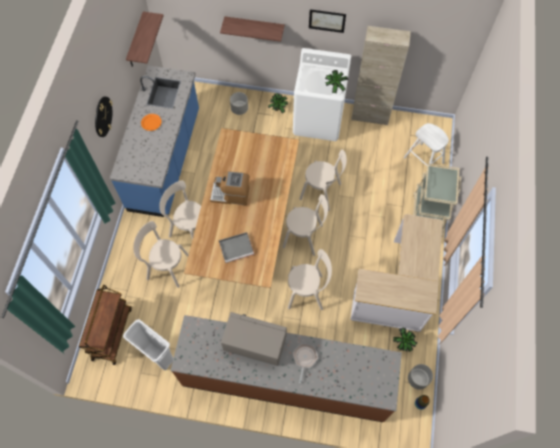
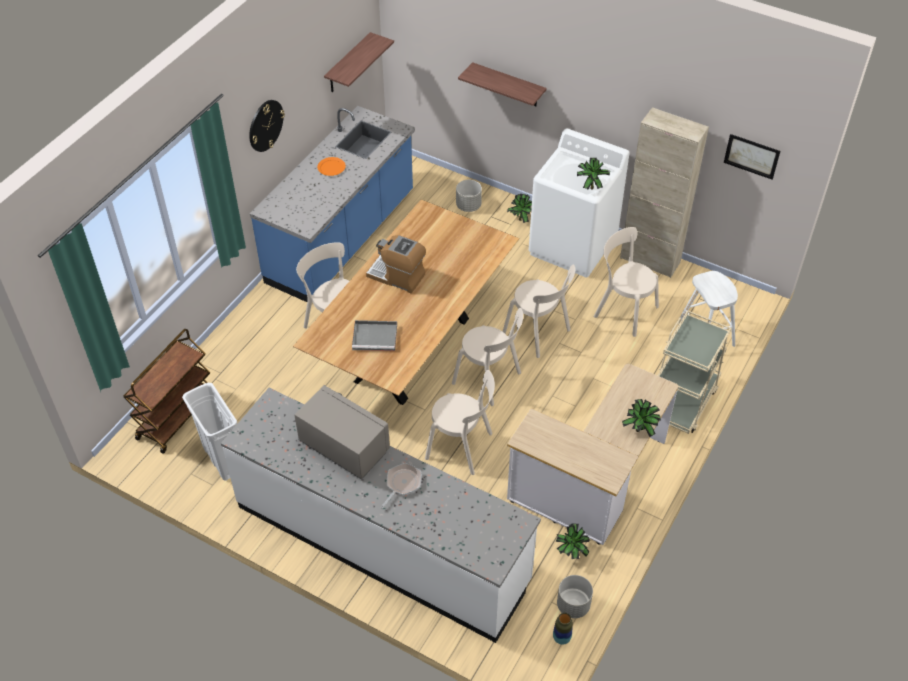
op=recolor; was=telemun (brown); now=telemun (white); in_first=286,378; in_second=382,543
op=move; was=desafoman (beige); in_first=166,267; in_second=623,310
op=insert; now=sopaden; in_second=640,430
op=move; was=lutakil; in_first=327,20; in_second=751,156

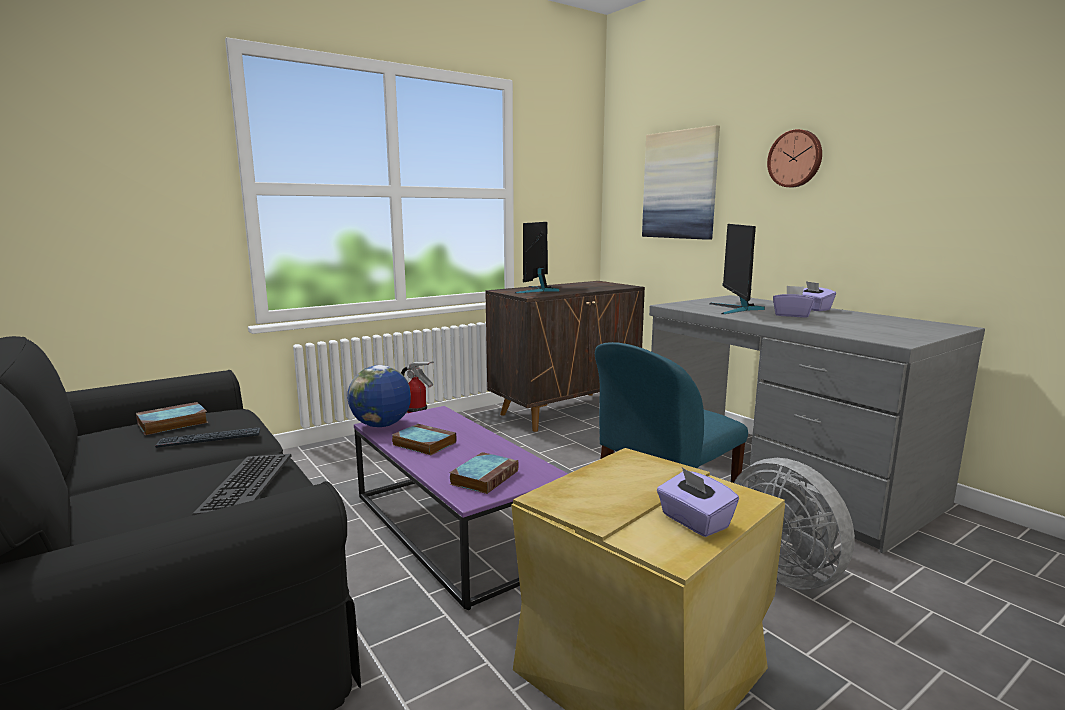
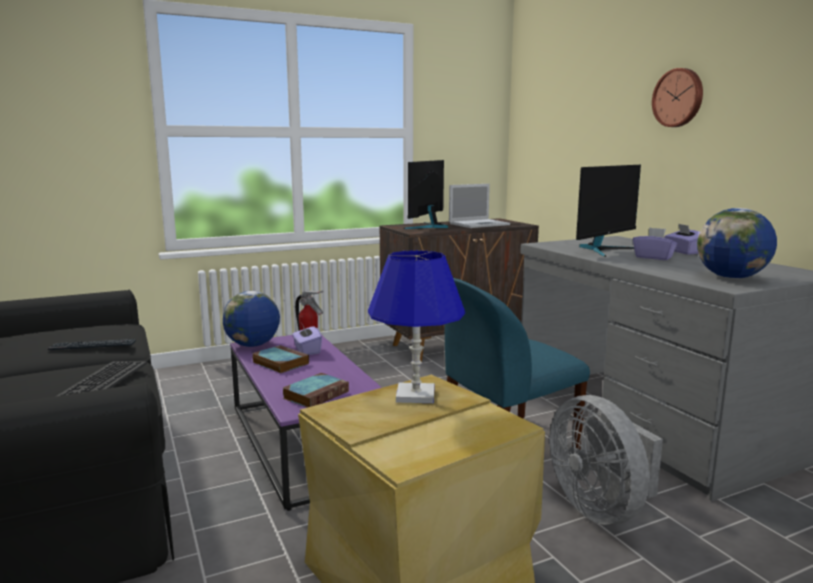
op=move; was=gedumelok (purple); in_first=694,521; in_second=307,350
op=insert; now=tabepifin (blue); in_second=415,395
op=insert; now=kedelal; in_second=479,224
op=rotate; was=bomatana; in_first=736,309; in_second=603,250; clockwise=-150
op=insert; now=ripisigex; in_second=731,278
op=delete; was=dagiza; in_first=171,423
op=delete; was=lutakil; in_first=680,185

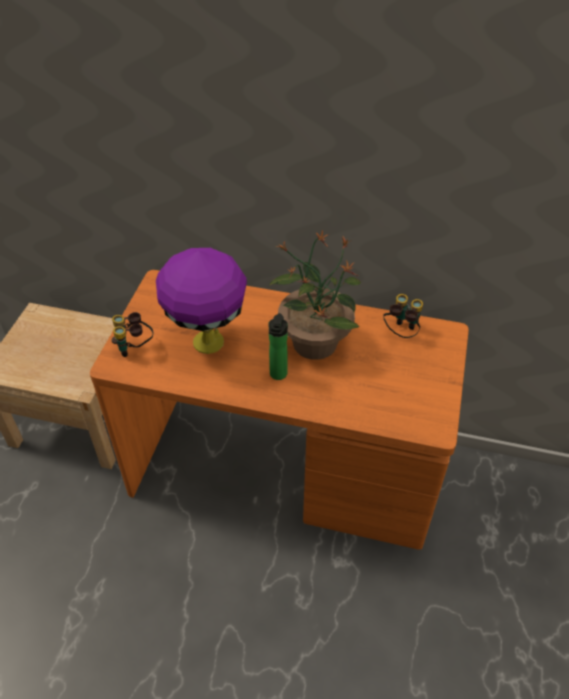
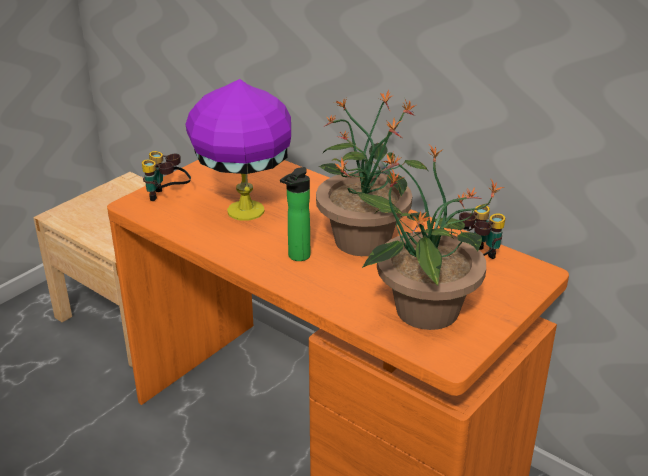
op=insert; now=sopaden; in_second=425,311

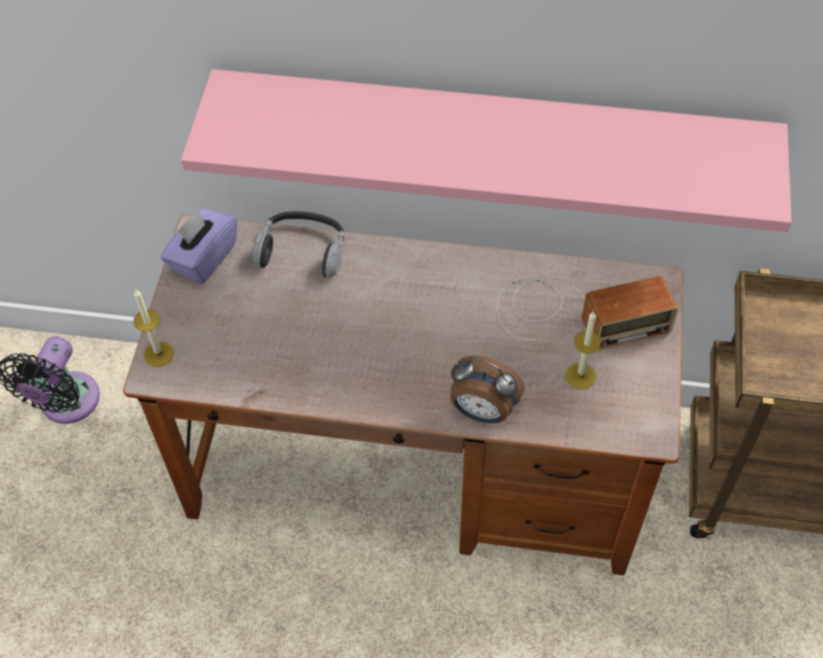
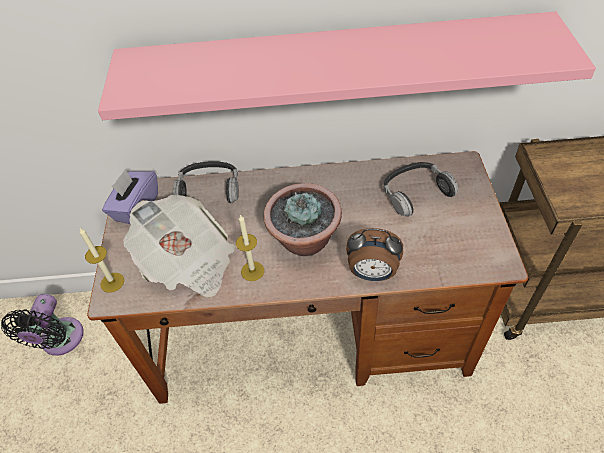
op=insert; now=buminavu; in_second=187,262
op=move; was=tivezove; in_first=580,376; in_second=252,271
op=insert; now=sopaden; in_second=304,241
op=replace; was=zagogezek; now=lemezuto; in_first=575,313; in_second=416,193

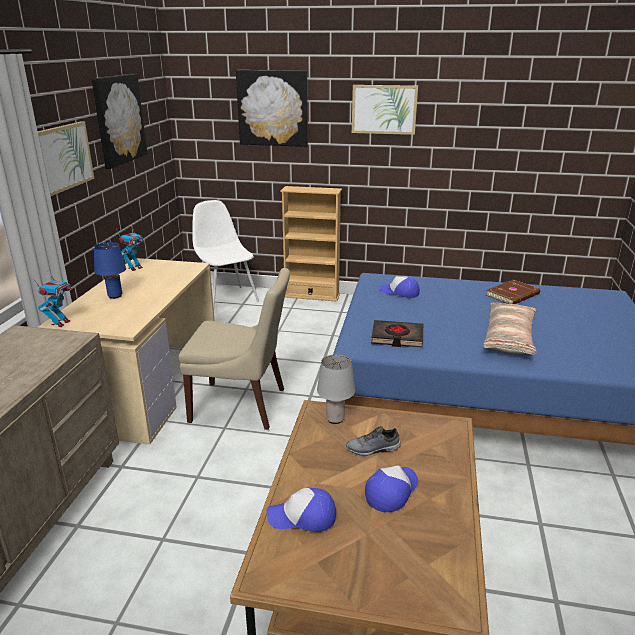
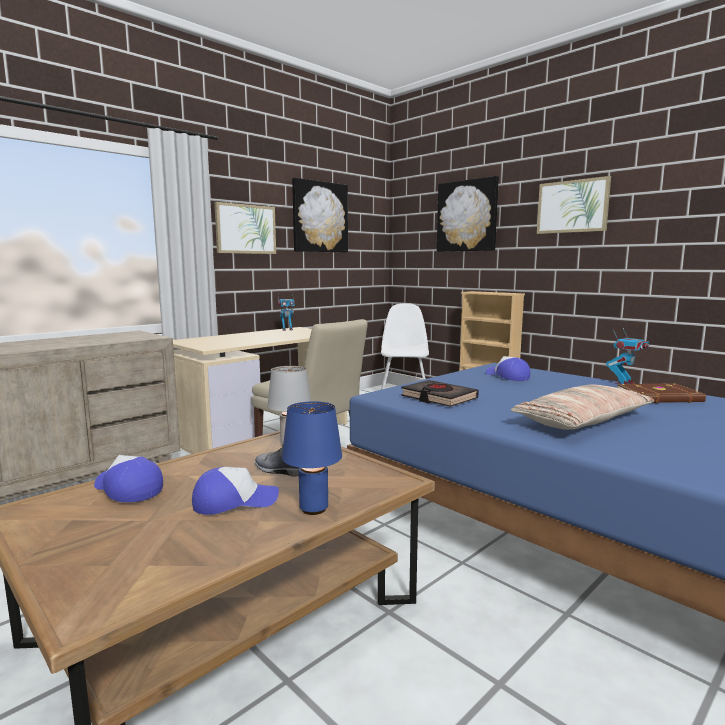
op=move; was=tabepifin (blue); in_first=115,296; in_second=313,509
op=move; was=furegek; in_first=60,323; in_second=624,383

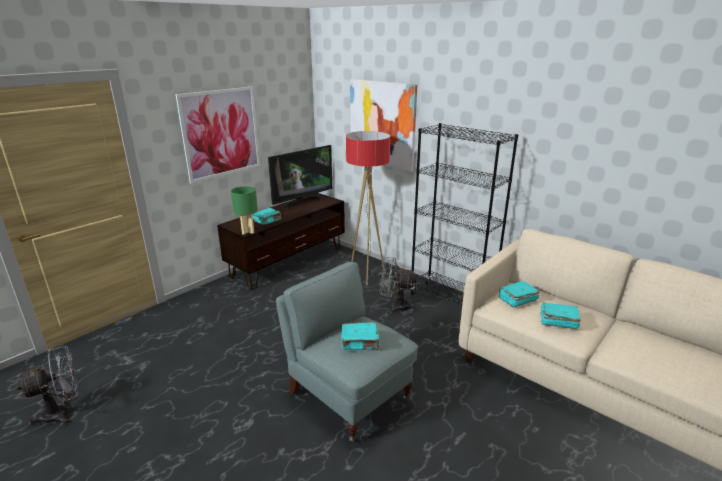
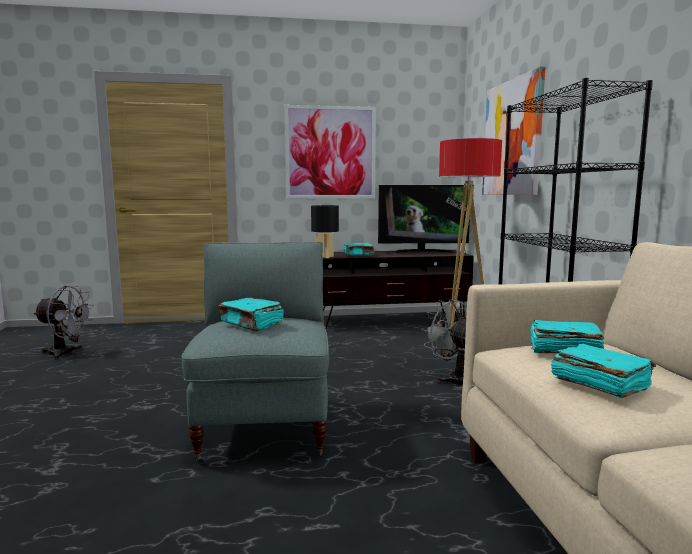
op=recolor; was=tabepifin (green); now=tabepifin (black); in_first=247,232; in_second=324,257

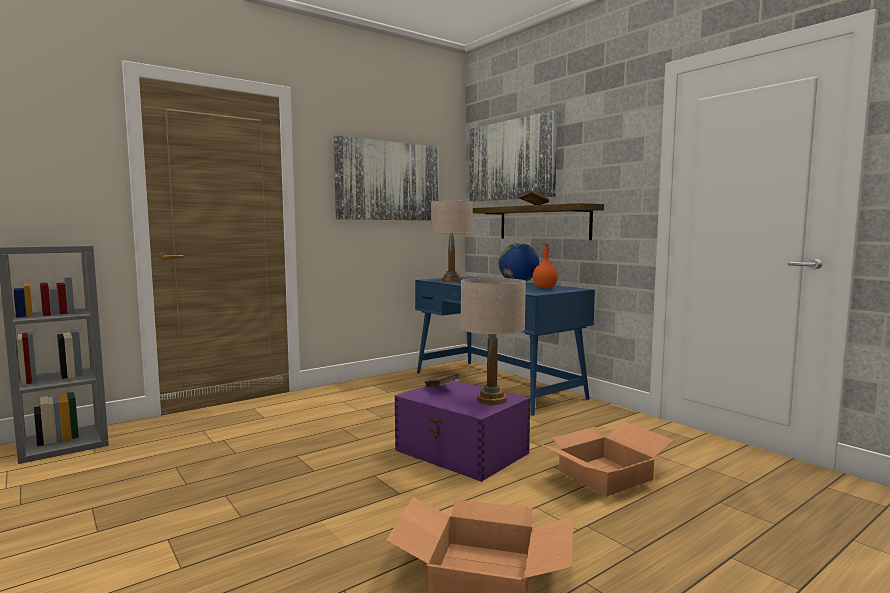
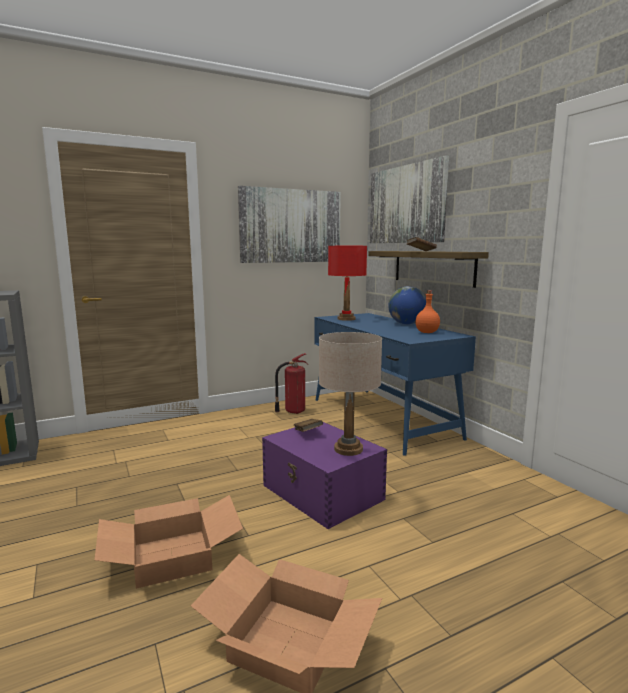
op=move; was=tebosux; in_first=605,476; in_second=171,558
op=insert; now=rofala; in_second=293,411
op=recolor; was=tabepifin (beige); now=tabepifin (red); in_first=451,280; in_second=346,319

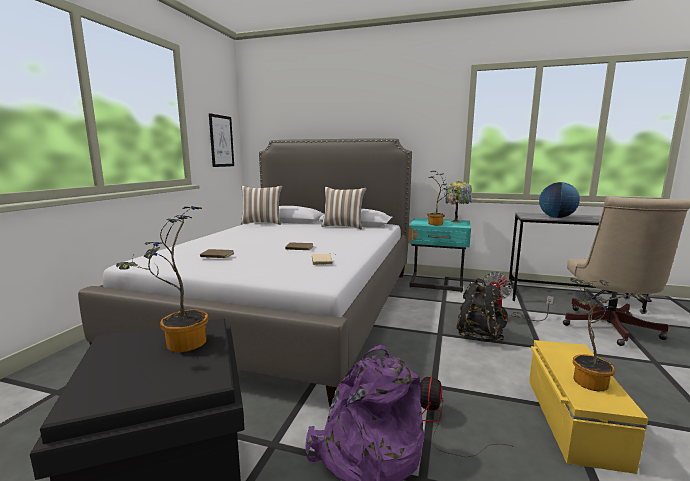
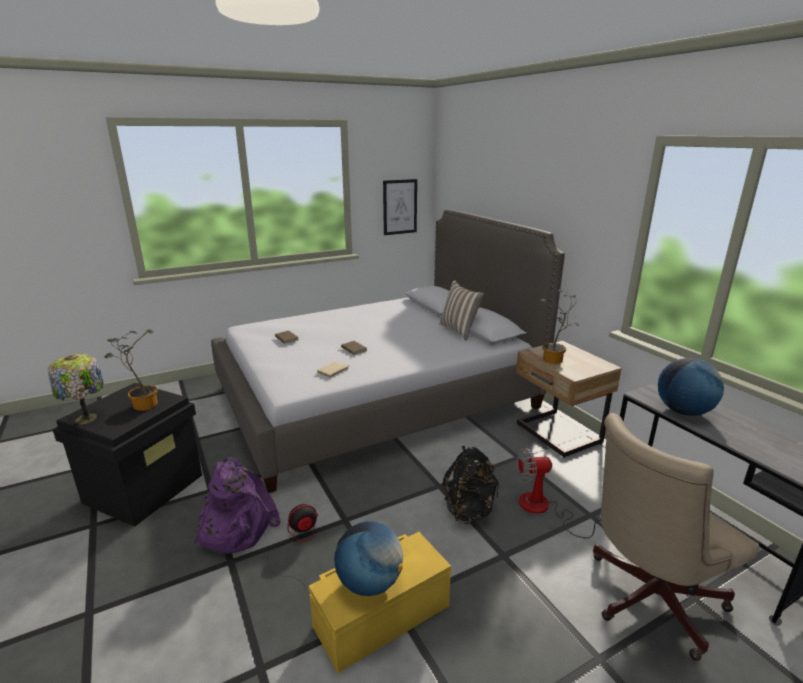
op=move; was=tabepifin; in_first=456,221; in_second=87,419
op=replace; was=sopaden; now=ripisigex; in_first=589,380; in_second=369,583
op=recolor; was=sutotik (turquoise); now=sutotik (beige); in_first=437,284; in_second=557,434
op=delete; was=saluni; in_first=262,223

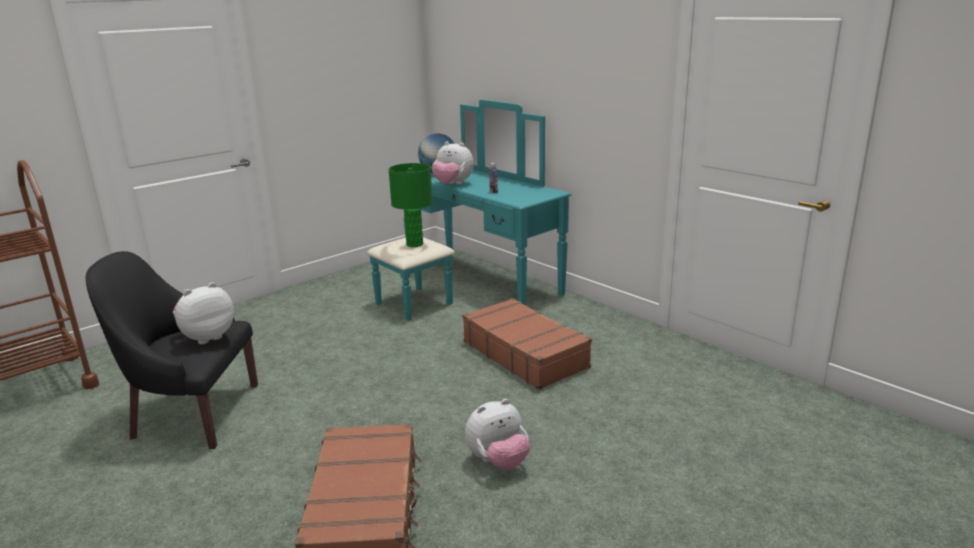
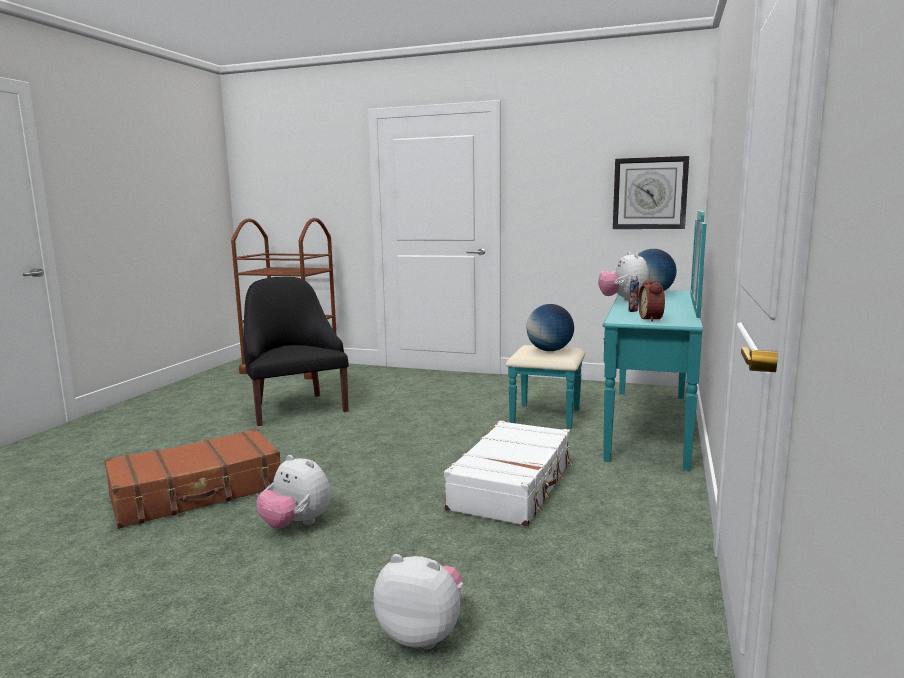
op=move; was=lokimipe; in_first=207,337; in_second=422,633
op=recolor; was=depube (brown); now=depube (white); in_first=525,354; in_second=513,486
op=replace; was=tabepifin (green); now=ripisigex; in_first=414,244; in_second=549,350
op=insert; now=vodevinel; in_second=649,193
op=insert; now=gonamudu; in_second=652,319

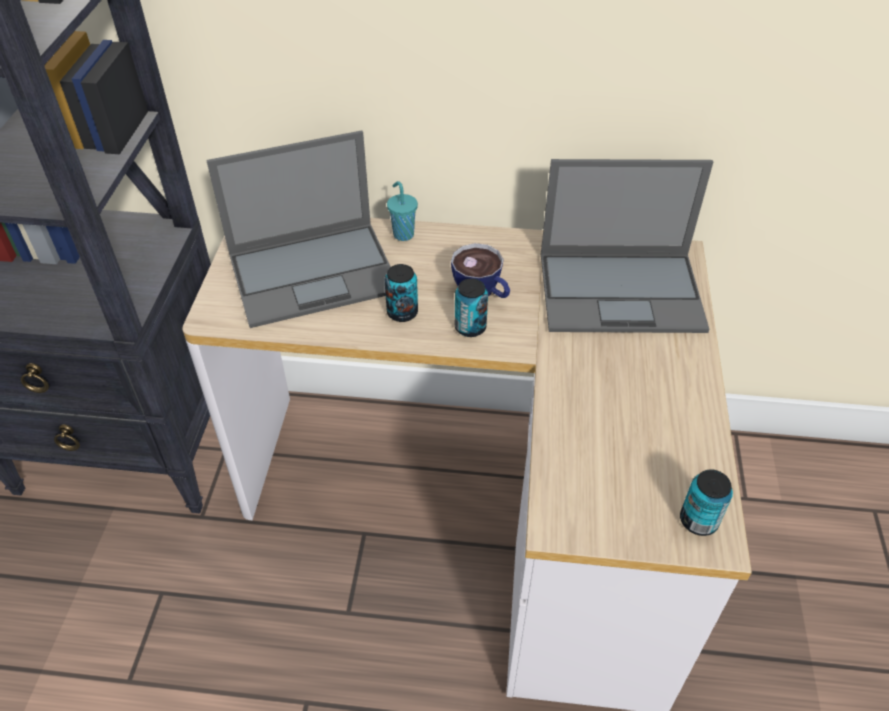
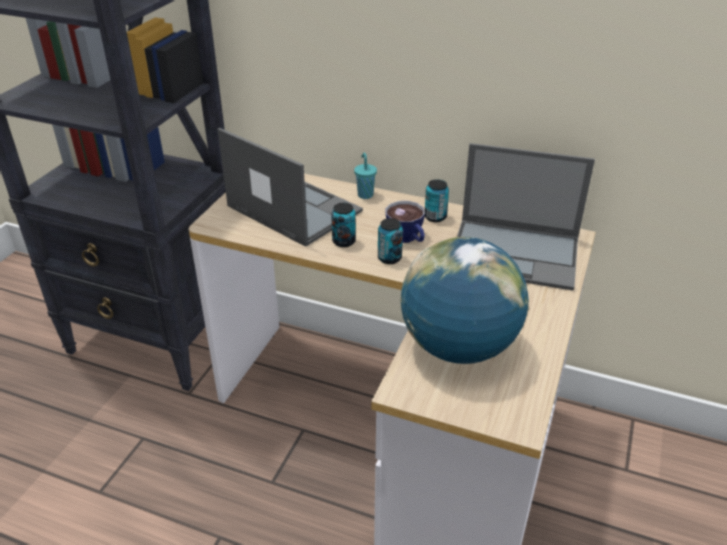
op=rotate; was=kedelal; in_first=315,272; in_second=292,208; clockwise=-135
op=insert; now=ripisigex; in_second=458,347
op=move; was=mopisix; in_first=698,520; in_second=435,217

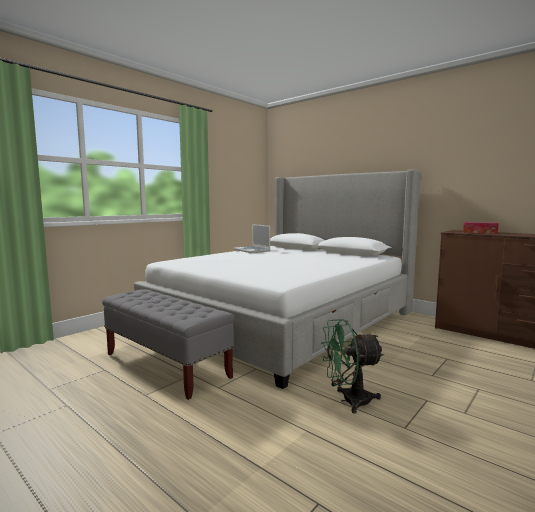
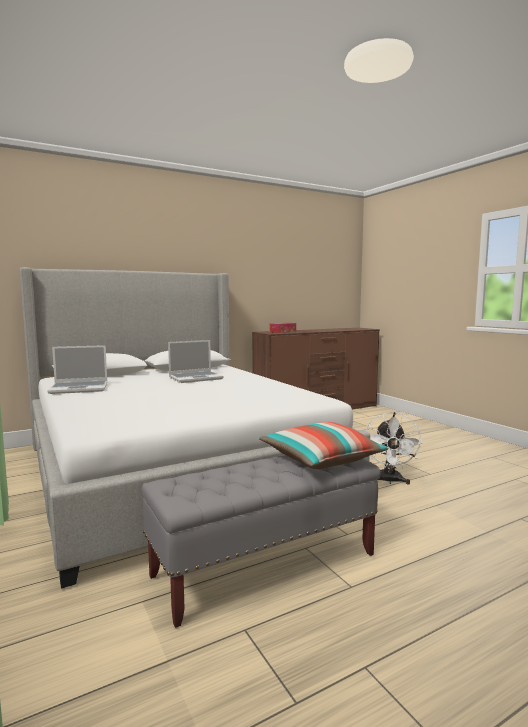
op=insert; now=kedelal; in_second=196,378
op=insert; now=saluni; in_second=321,459
op=recolor; was=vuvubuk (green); now=vuvubuk (white); in_first=349,401; in_second=389,481

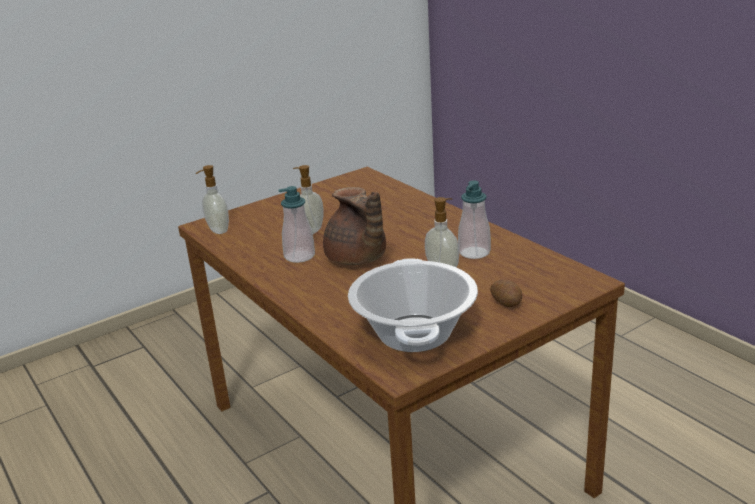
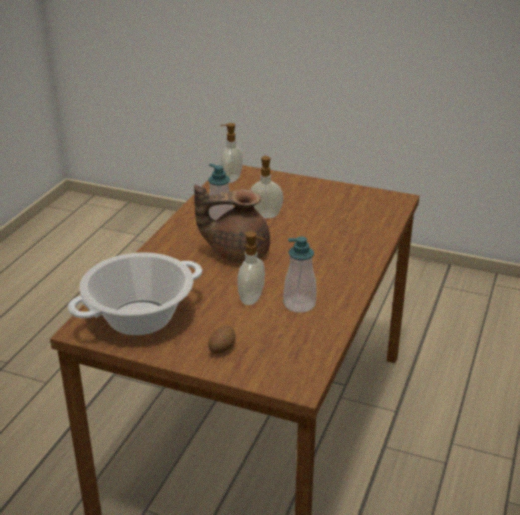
op=rotate; was=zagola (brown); in_first=357,259; in_second=237,252; clockwise=60

